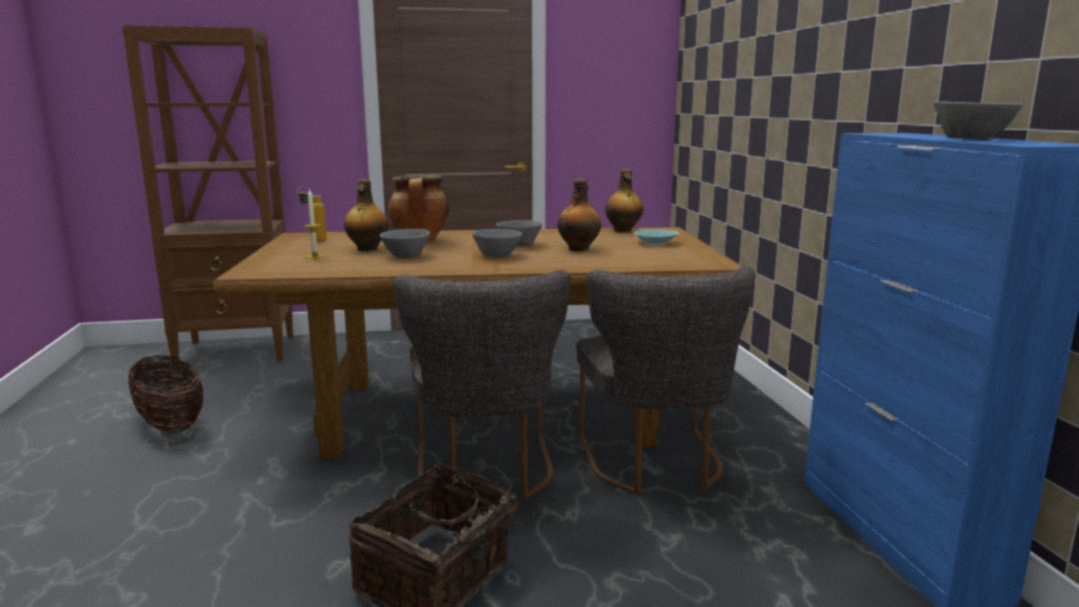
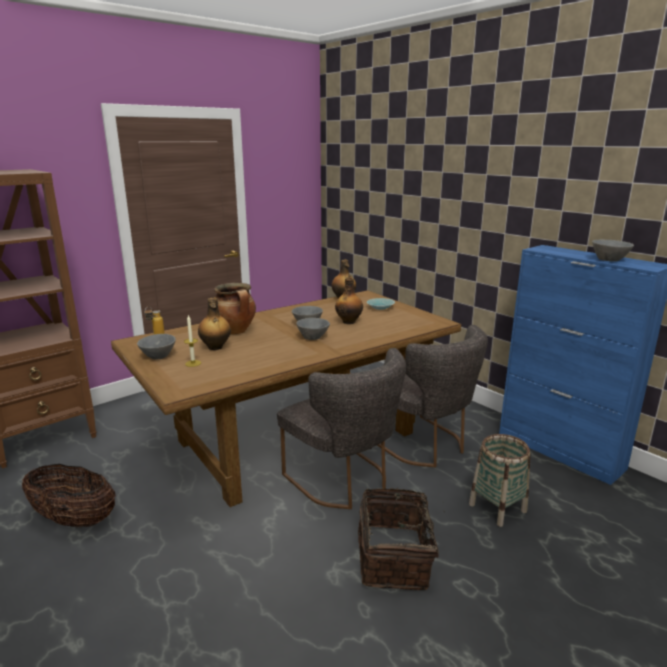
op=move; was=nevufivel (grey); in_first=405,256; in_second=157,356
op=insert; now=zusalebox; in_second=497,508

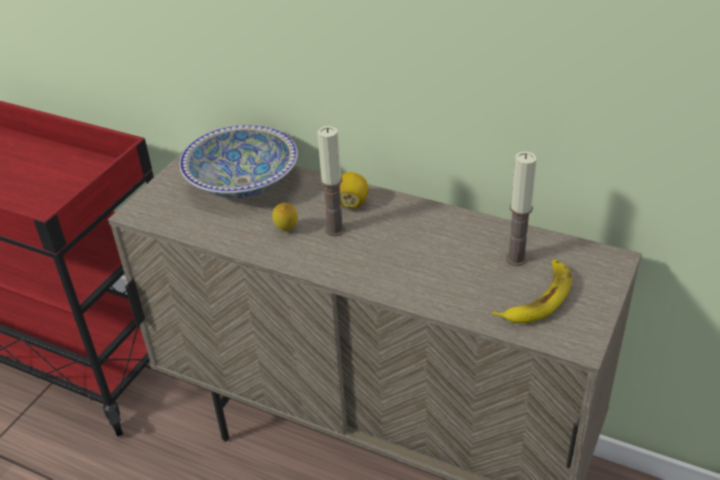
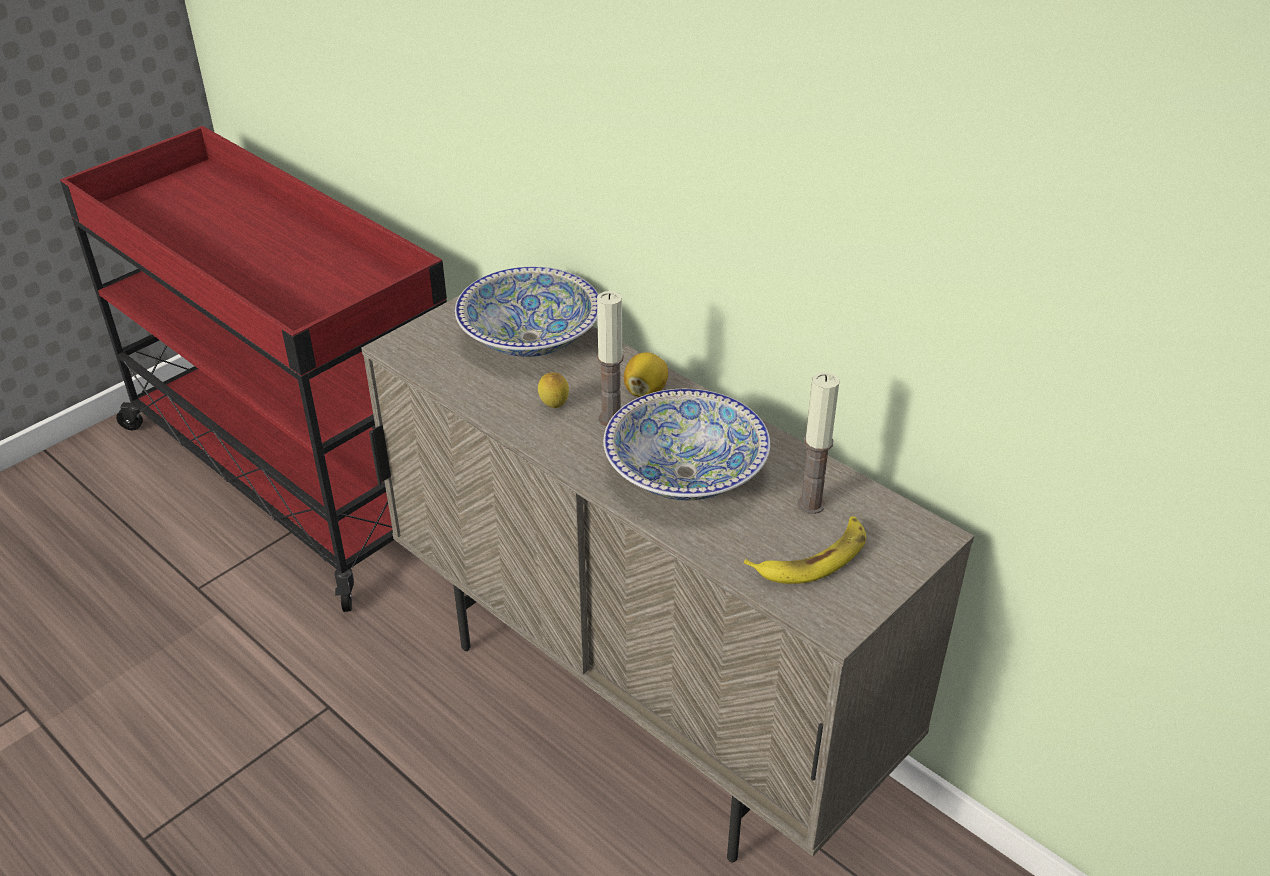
op=insert; now=nevufivel; in_second=685,473

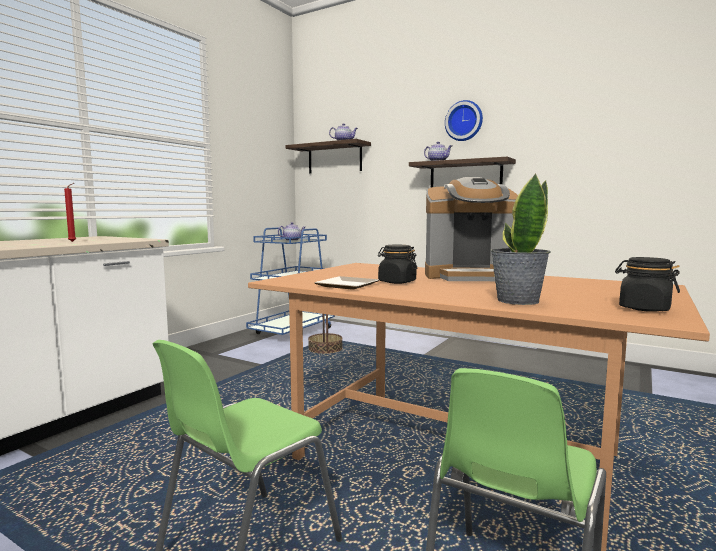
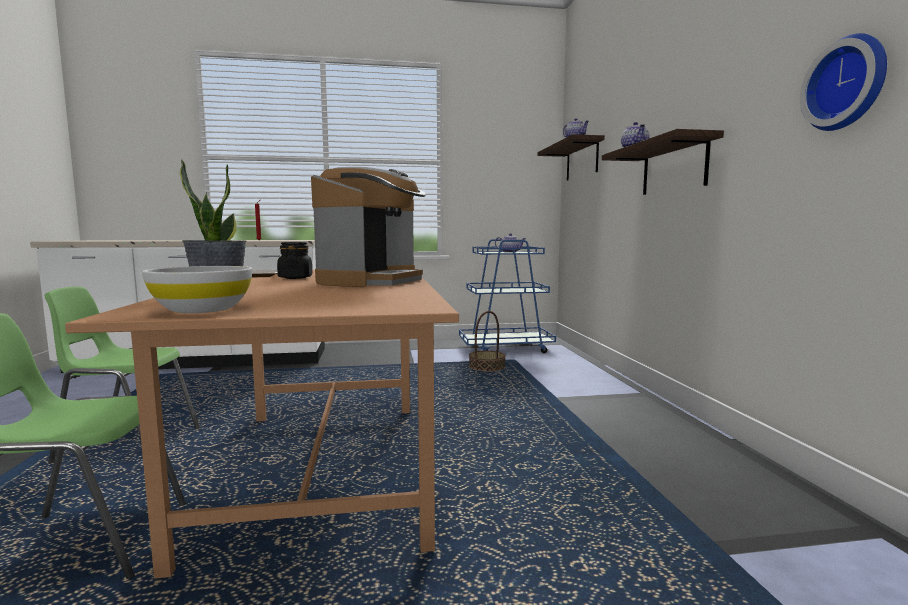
op=replace; was=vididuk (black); now=nevufivel (white); in_first=644,308; in_second=203,309
op=rotate; was=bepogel; in_first=470,276; in_second=371,281; clockwise=-120
op=move; was=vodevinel; in_first=464,121; in_second=848,84

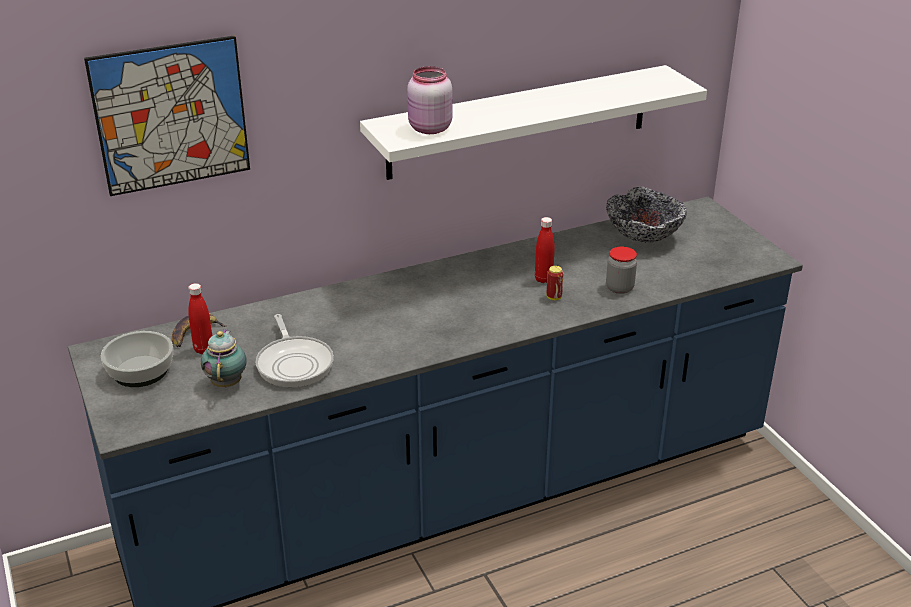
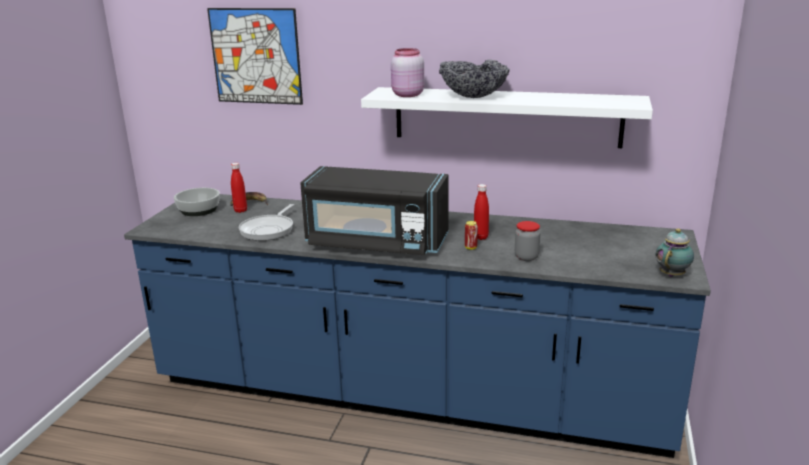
op=insert; now=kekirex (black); in_second=376,243
op=move; was=nevufivel; in_first=643,236; in_second=474,96
op=move; was=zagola; in_first=227,382; in_second=672,274

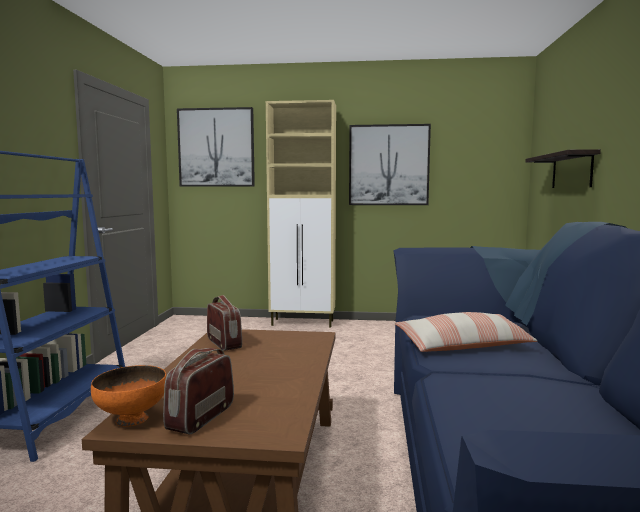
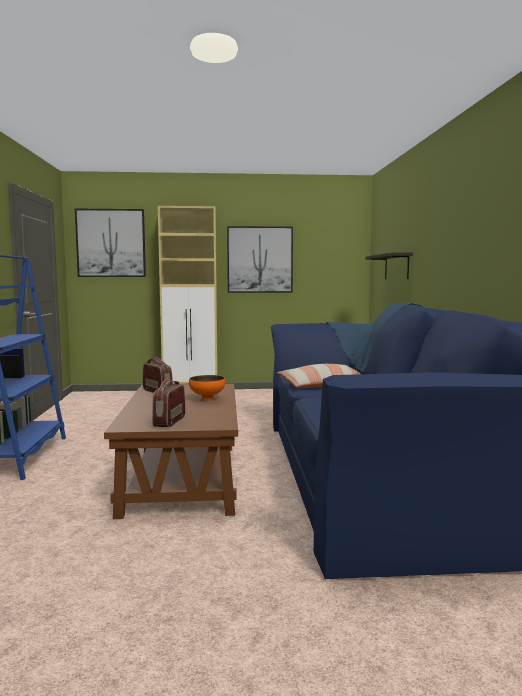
op=move; was=nevufivel (orange); in_first=132,418; in_second=207,399

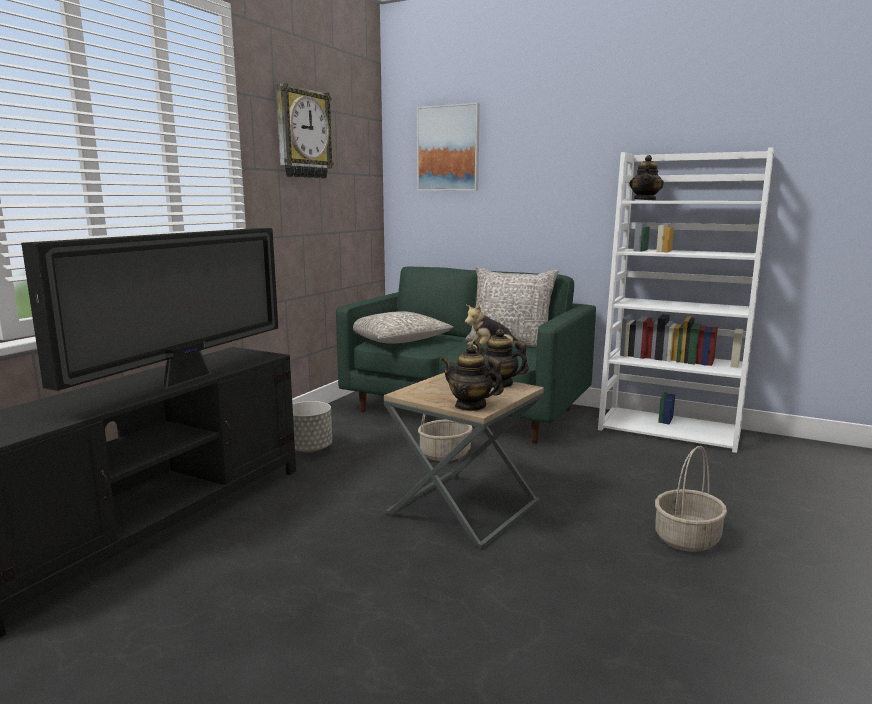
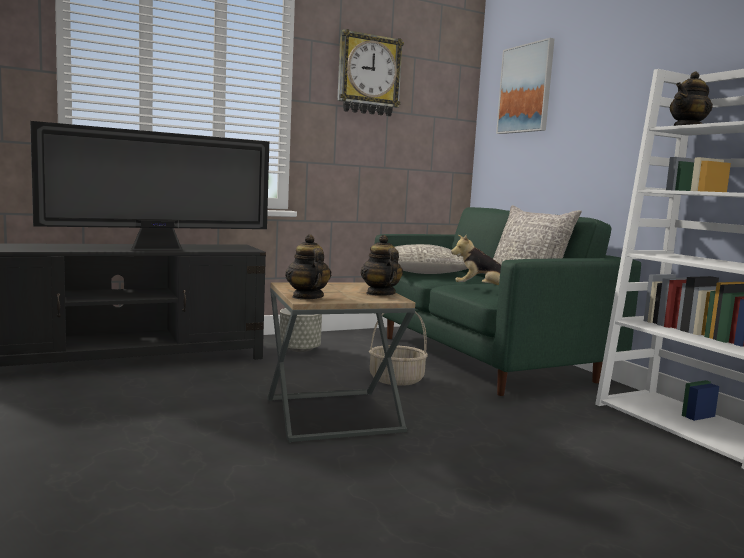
op=delete; was=zusalebox; in_first=687,539

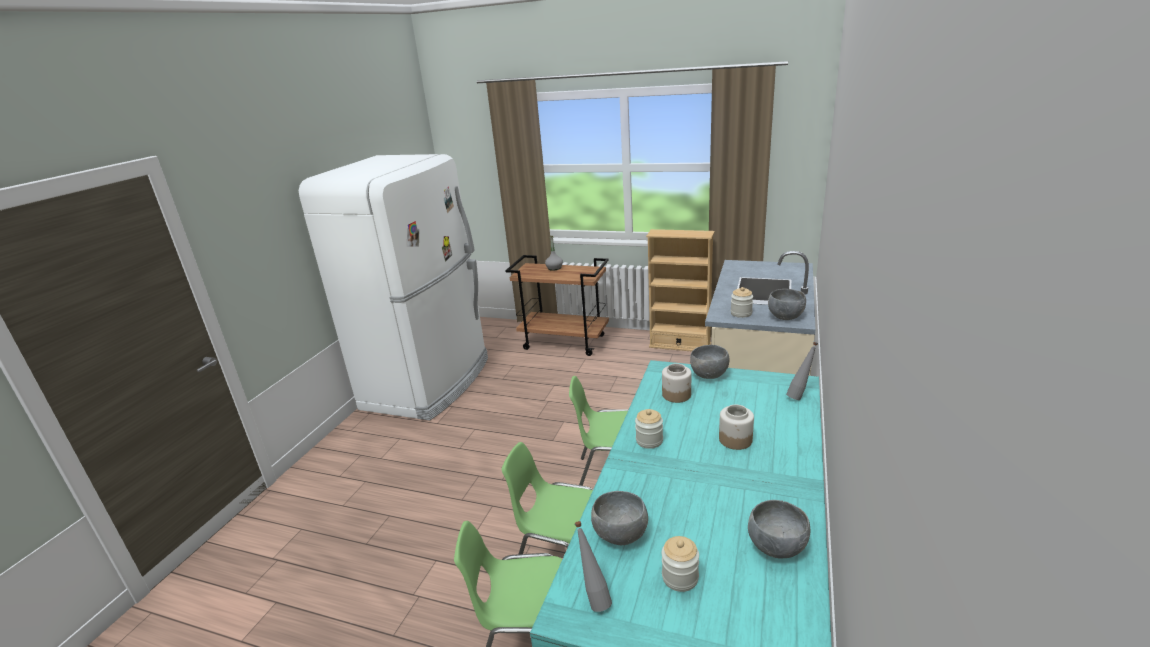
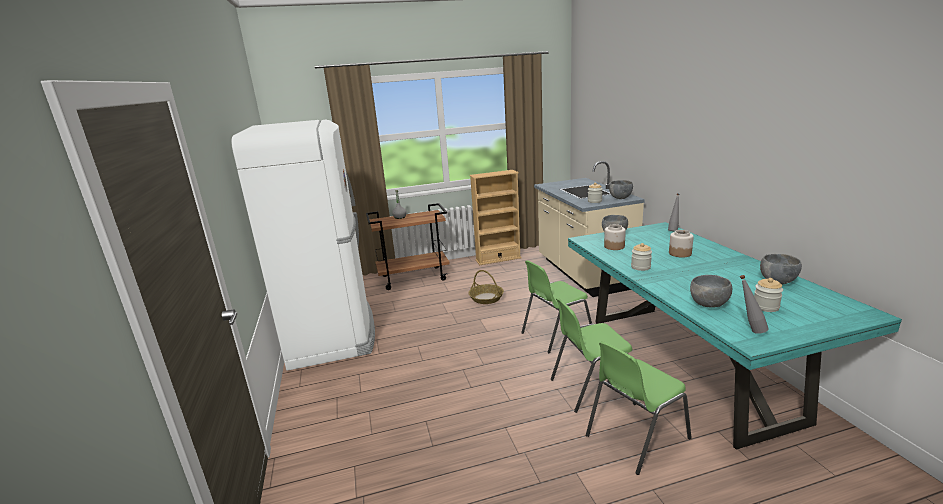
op=insert; now=zusalebox; in_second=486,298

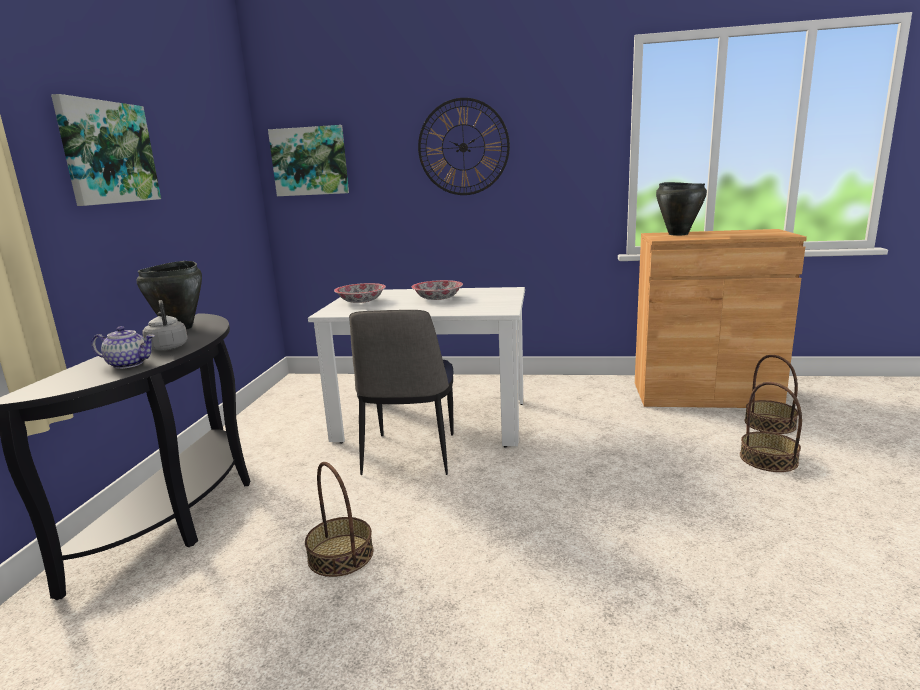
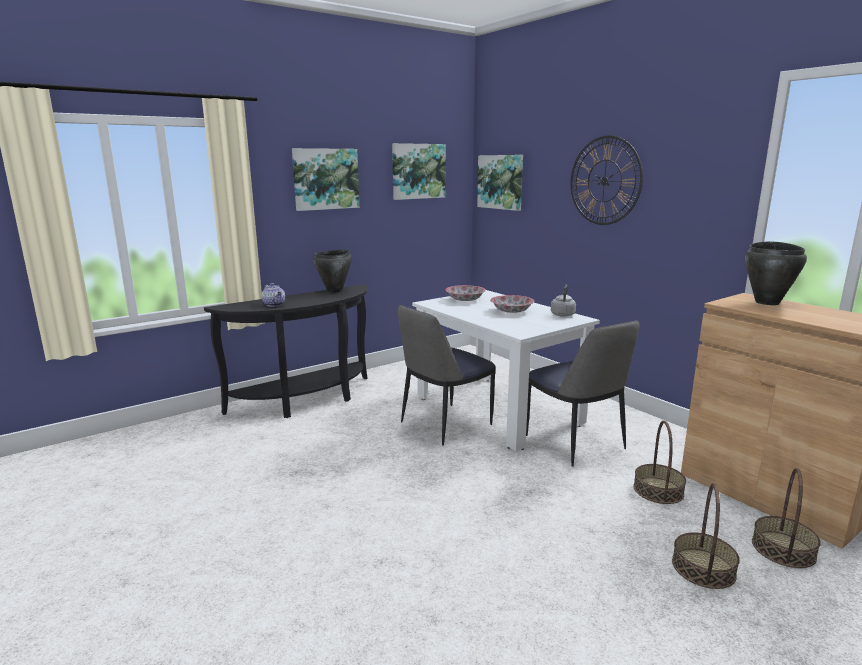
op=insert; now=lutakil; in_second=418,171
op=insert; now=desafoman; in_second=576,444
op=move; was=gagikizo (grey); in_first=167,347; in_second=562,314
op=move; was=zusalebox; in_first=340,555; in_second=658,490

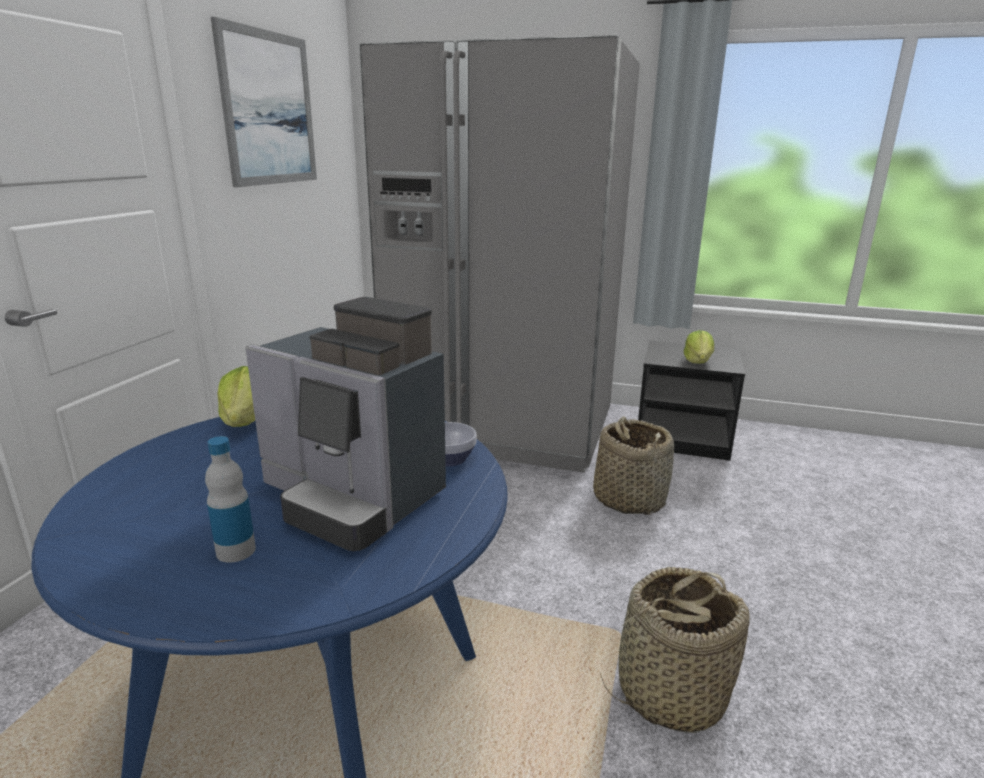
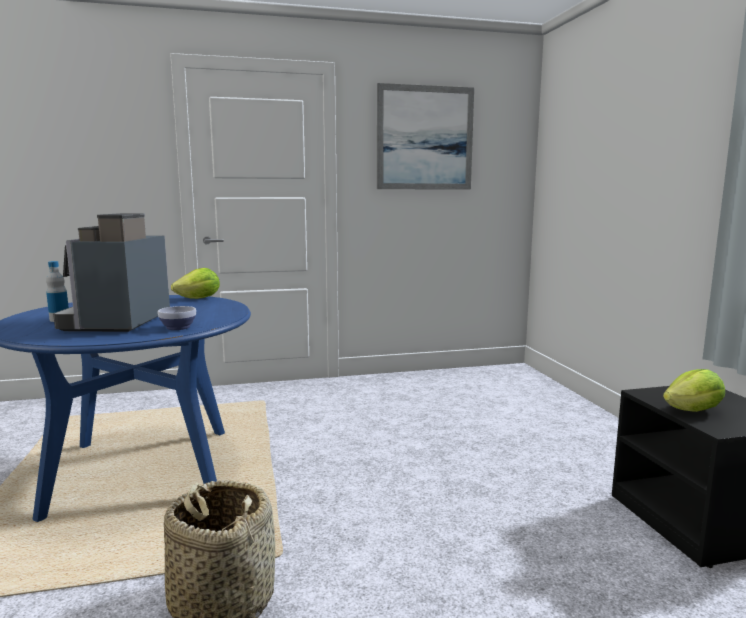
op=delete; was=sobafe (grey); in_first=504,425
op=delete; was=zusalebox; in_first=629,499

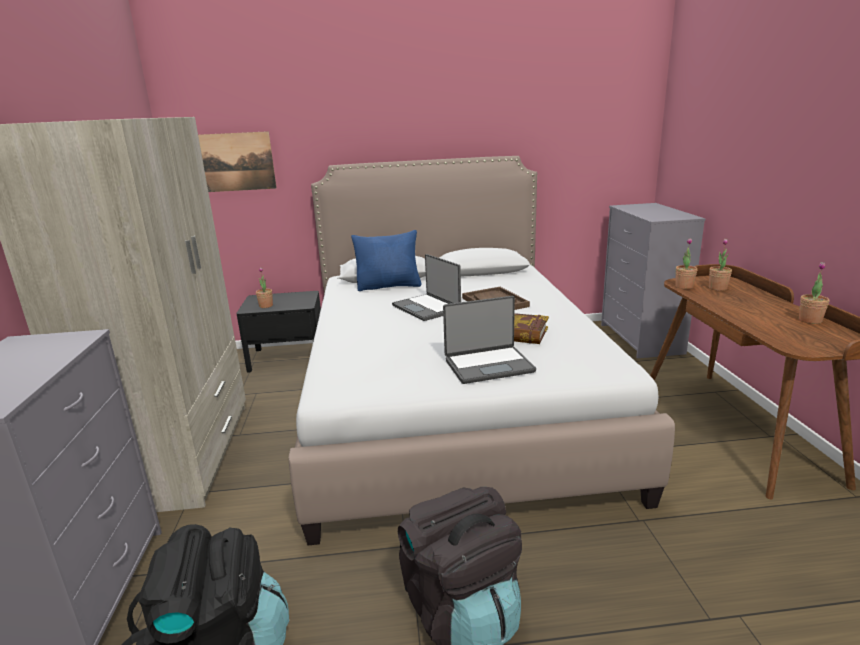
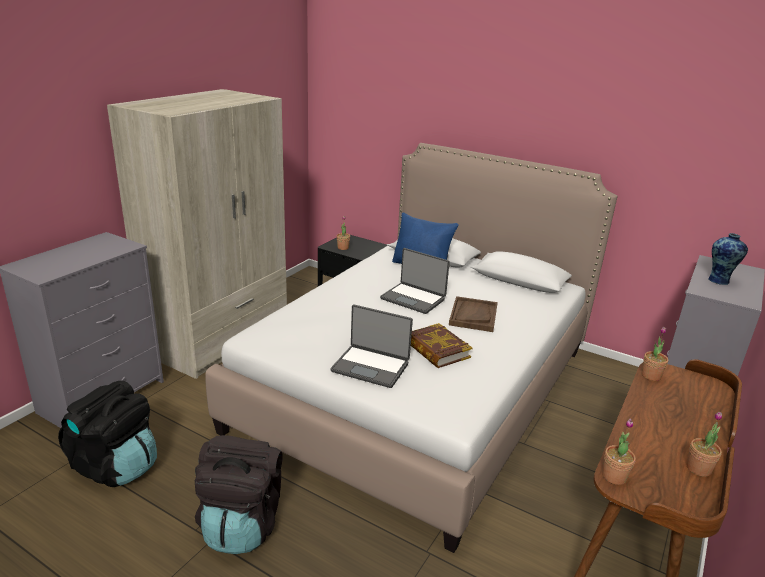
op=rotate; was=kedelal; in_first=427,308; in_second=413,298; clockwise=-60
op=move; was=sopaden; in_first=717,288; in_second=614,476
op=insert; now=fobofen; in_second=719,280
op=delete; was=lutakil; in_first=237,162

